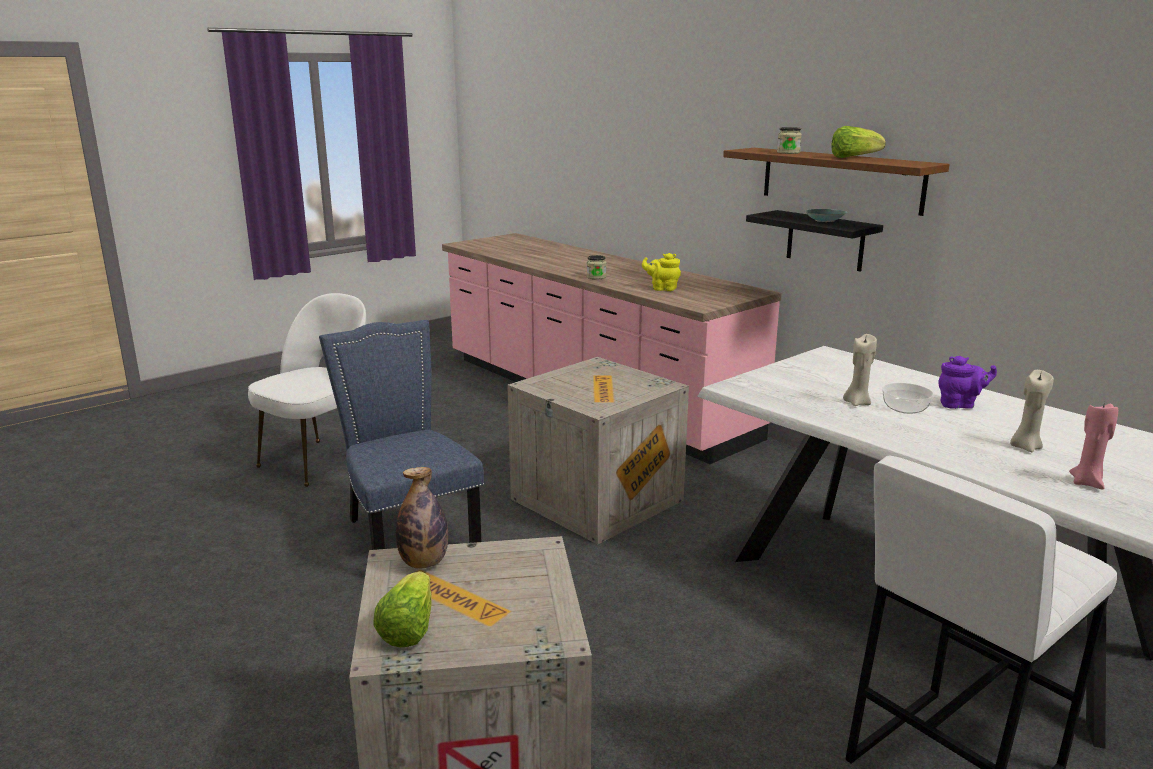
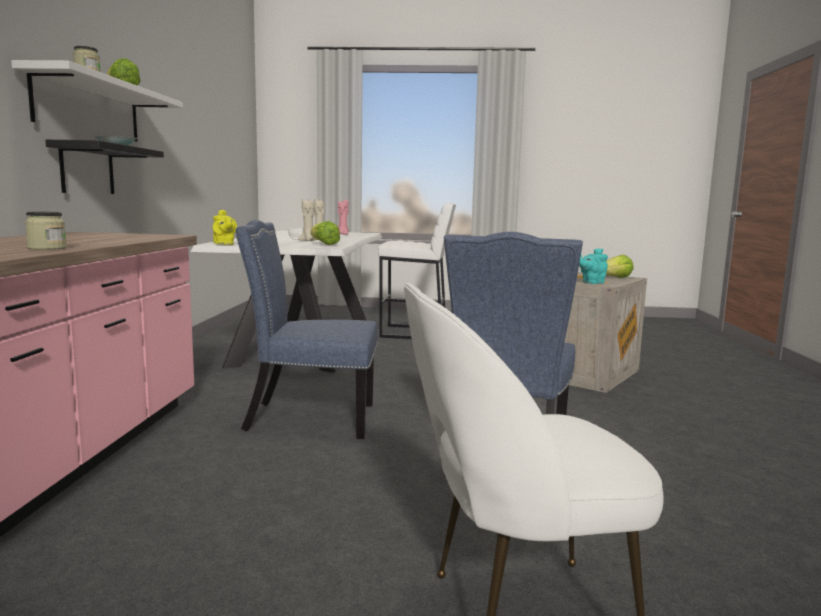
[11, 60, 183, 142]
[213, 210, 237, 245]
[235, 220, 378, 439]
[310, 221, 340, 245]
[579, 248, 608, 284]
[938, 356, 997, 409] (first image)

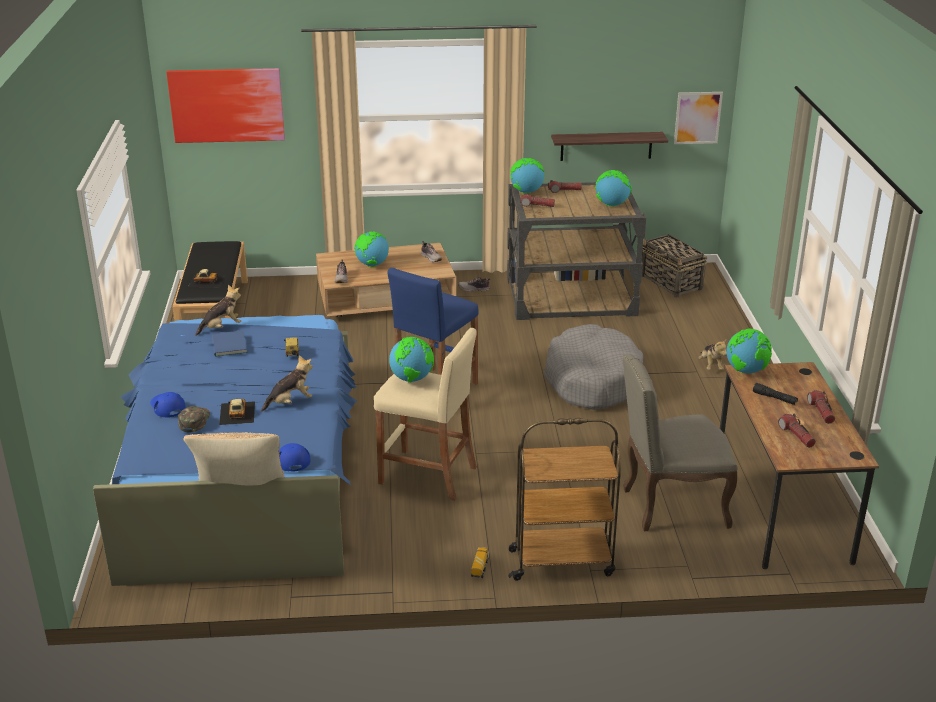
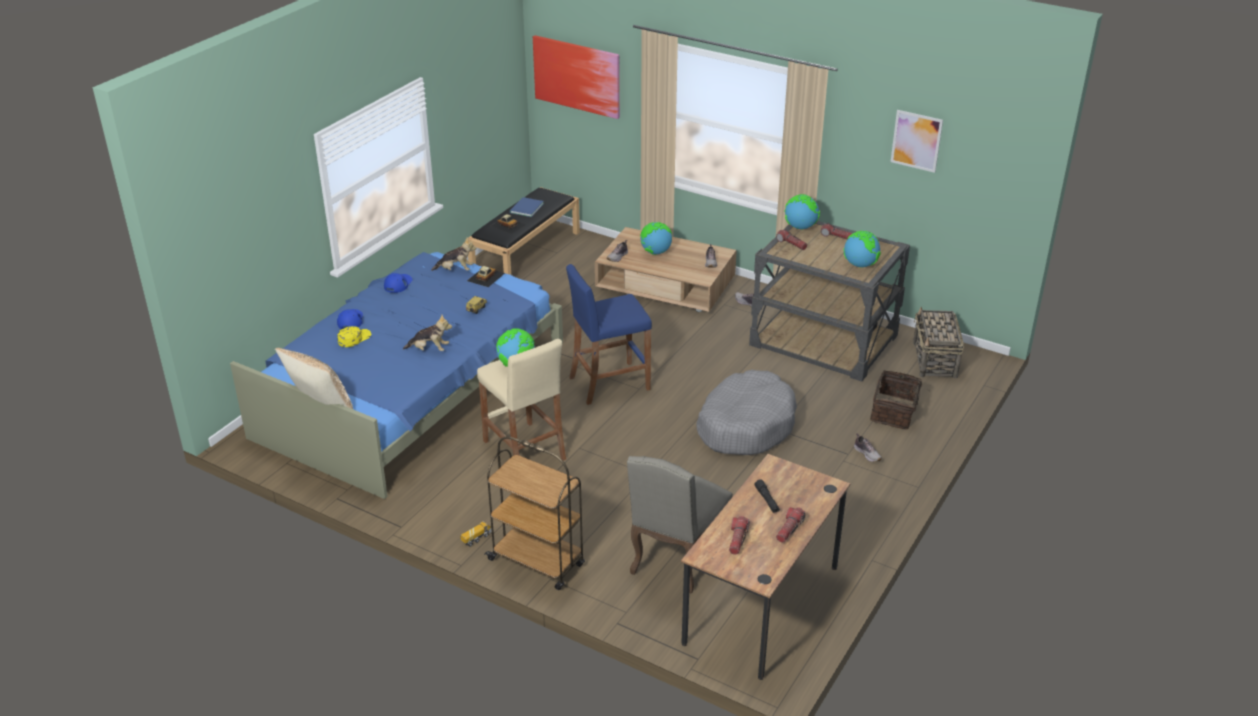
[338, 326, 371, 347]
[384, 273, 412, 293]
[467, 266, 505, 287]
[510, 197, 544, 217]
[627, 456, 733, 593]
[854, 433, 882, 462]
[870, 370, 932, 430]
[891, 110, 943, 173]
[551, 132, 668, 161] (first image)
[726, 329, 772, 374] (first image)

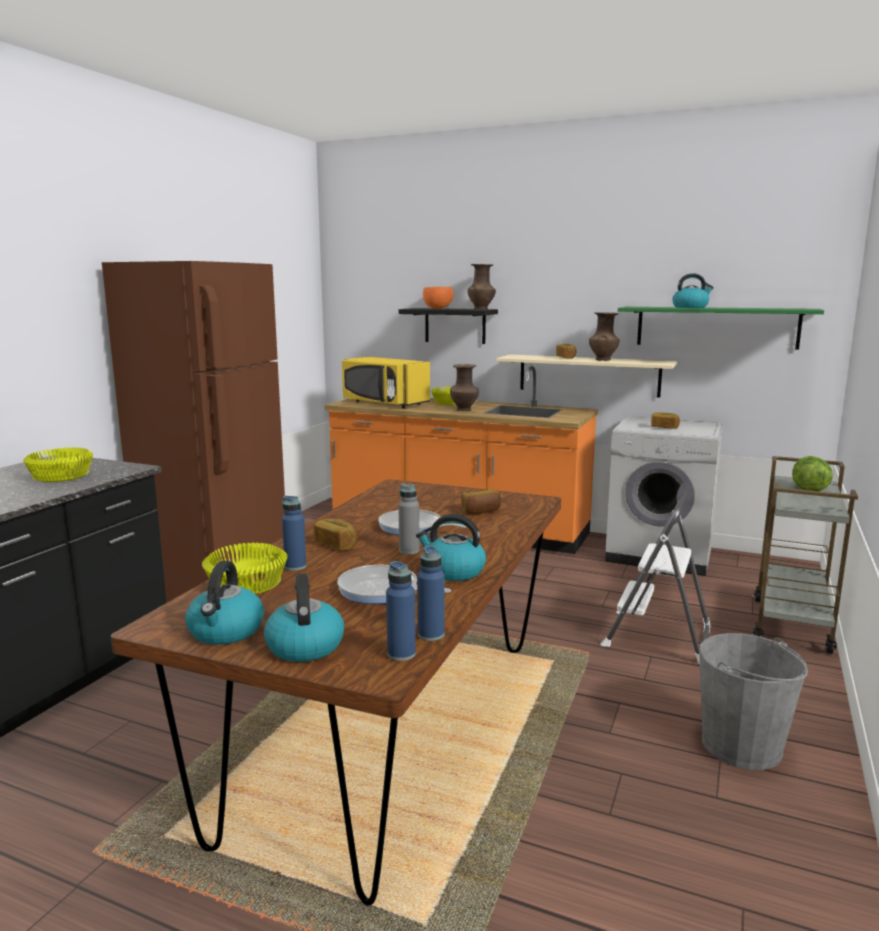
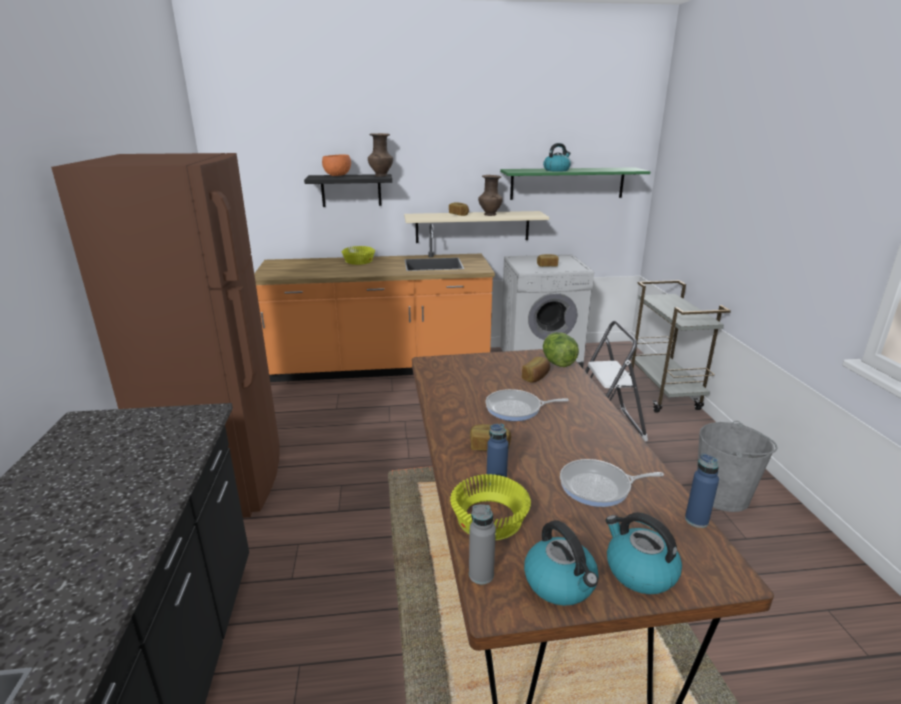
[469, 504, 496, 584]
[543, 332, 579, 367]
[23, 447, 93, 482] (first image)
[342, 357, 430, 408] (first image)
[386, 561, 416, 661] (first image)
[416, 514, 486, 581] (first image)
[450, 364, 479, 411] (first image)

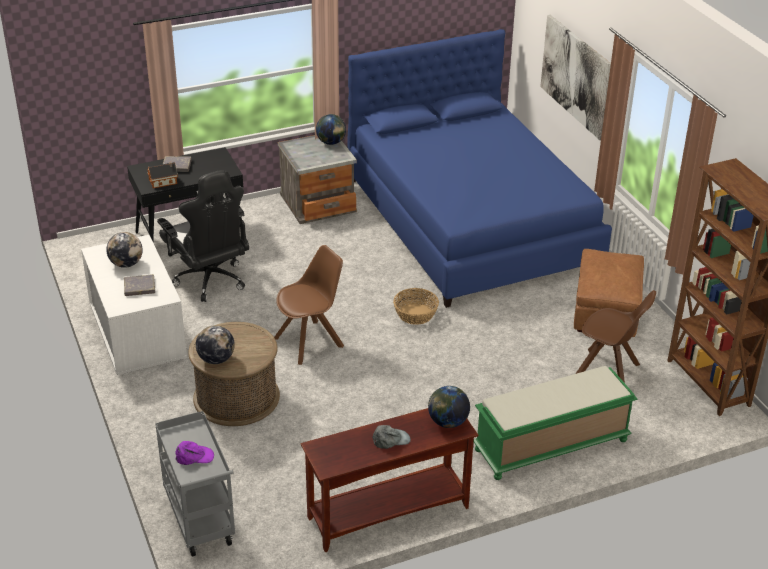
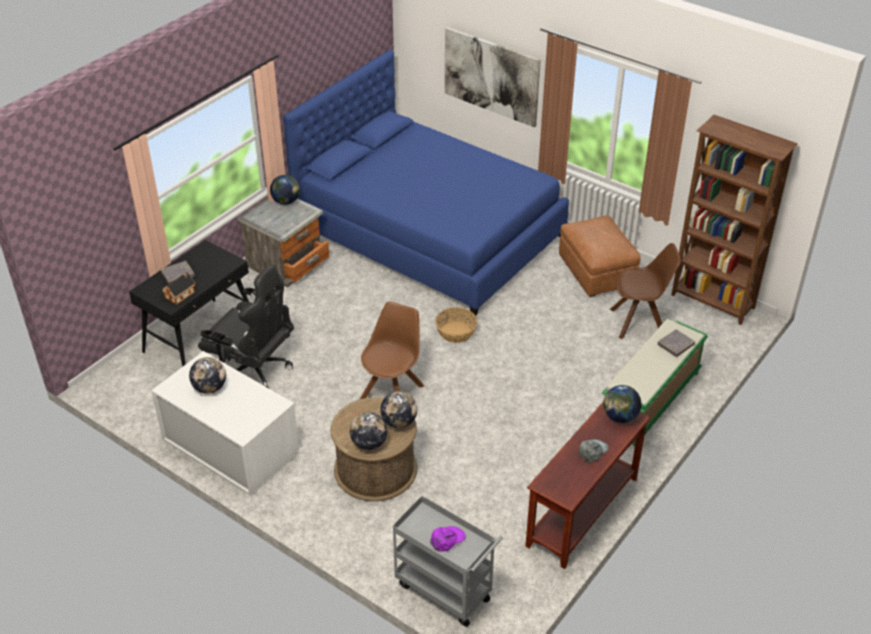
[380, 391, 417, 428]
[657, 329, 695, 357]

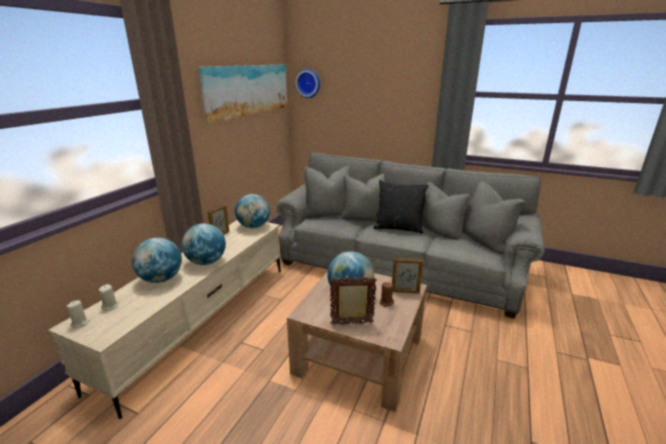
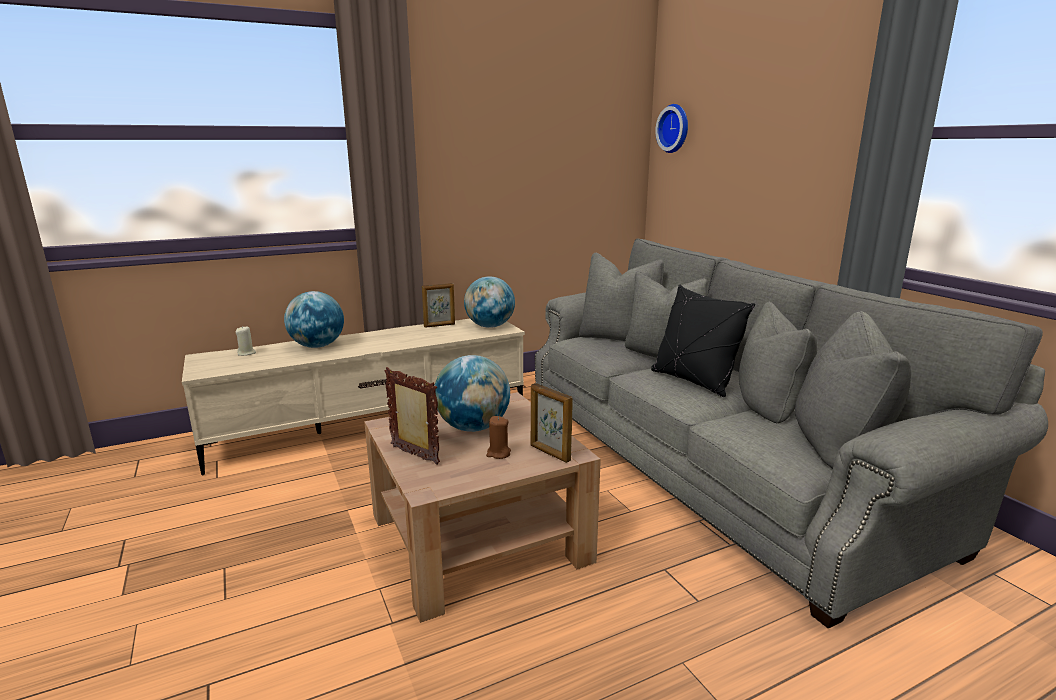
[66, 300, 91, 328] (first image)
[182, 223, 226, 265] (first image)
[198, 64, 287, 124] (first image)

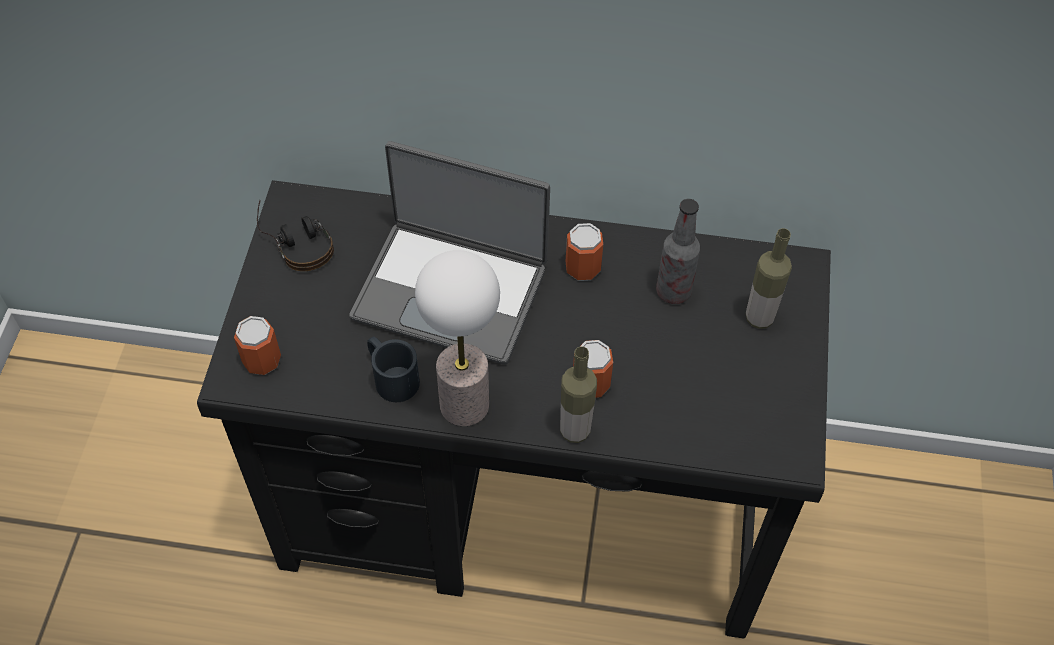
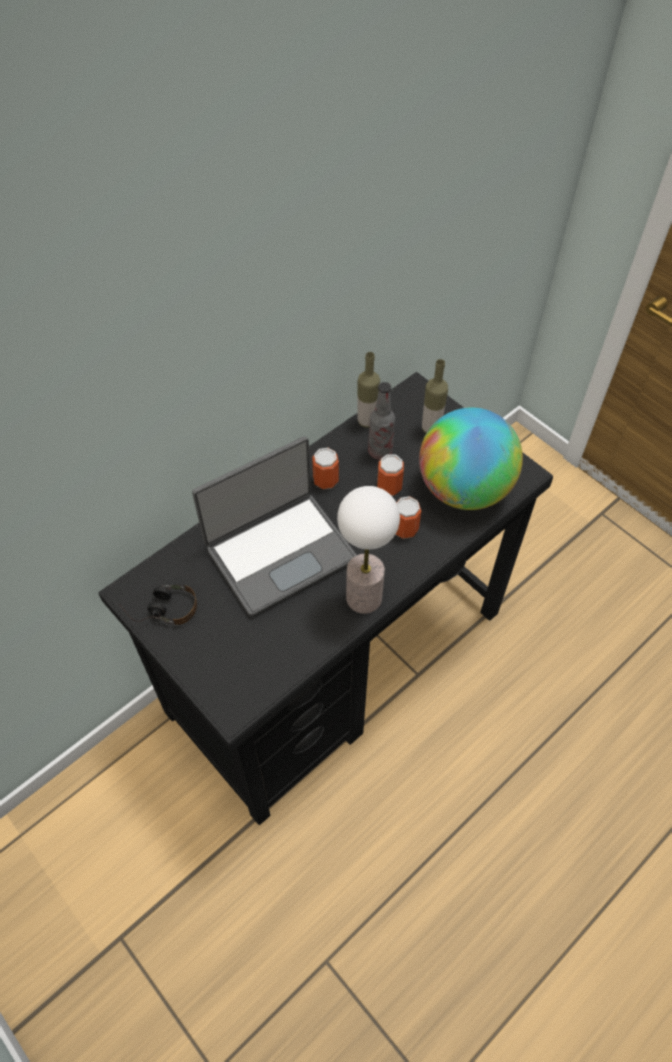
[357, 352, 380, 428]
[377, 454, 404, 496]
[419, 407, 523, 510]
[367, 337, 420, 402] (first image)

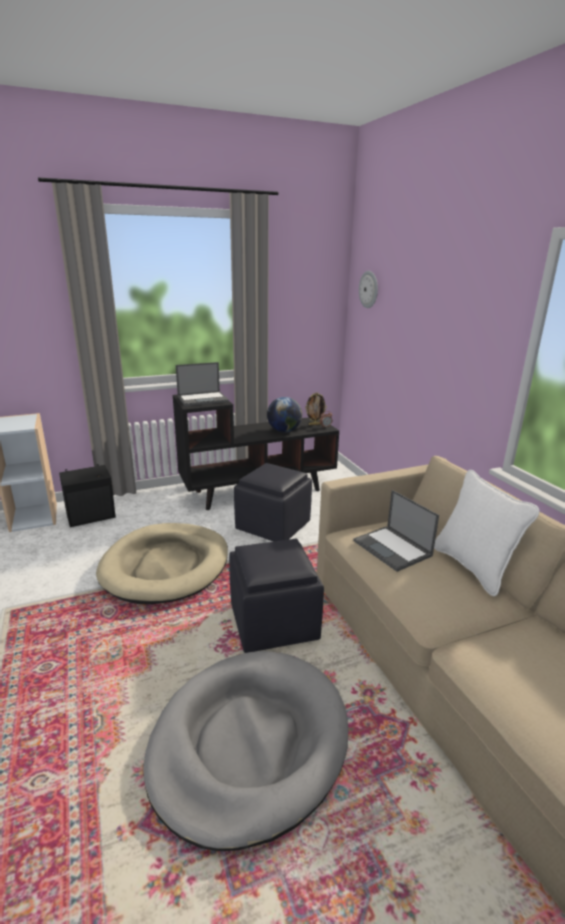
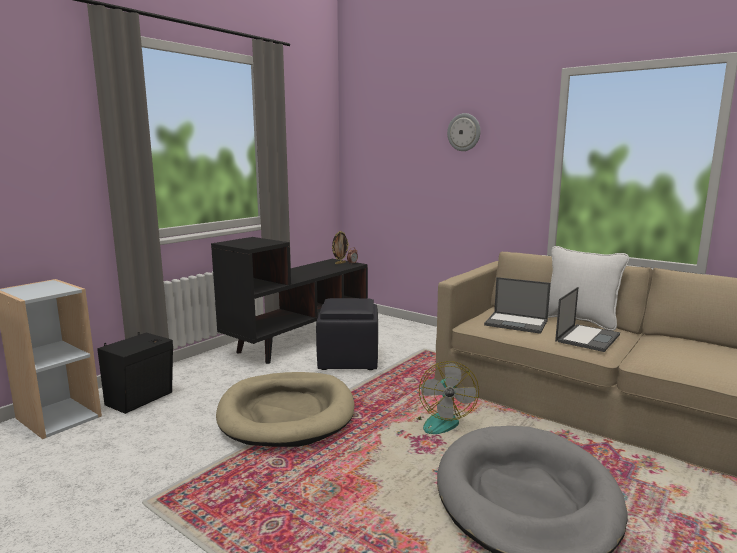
[417, 361, 479, 434]
[447, 113, 481, 151]
[555, 287, 620, 352]
[267, 397, 302, 432] (first image)

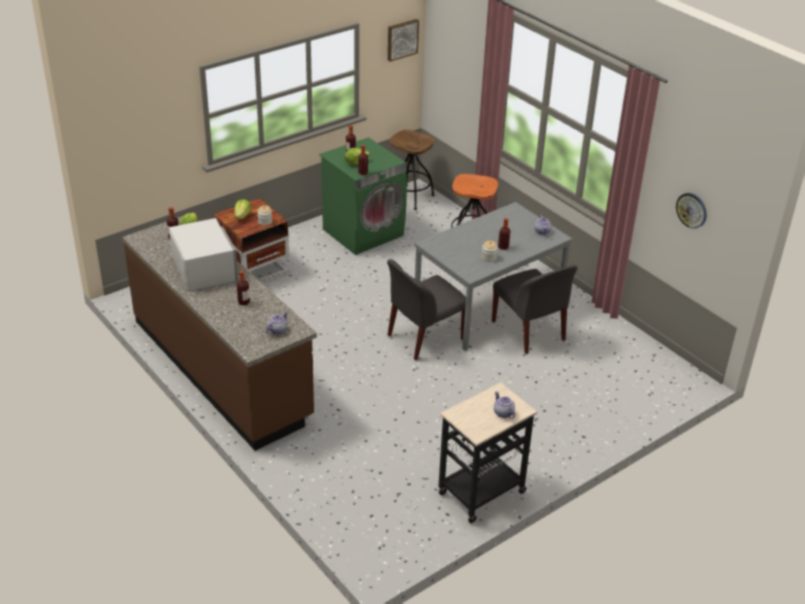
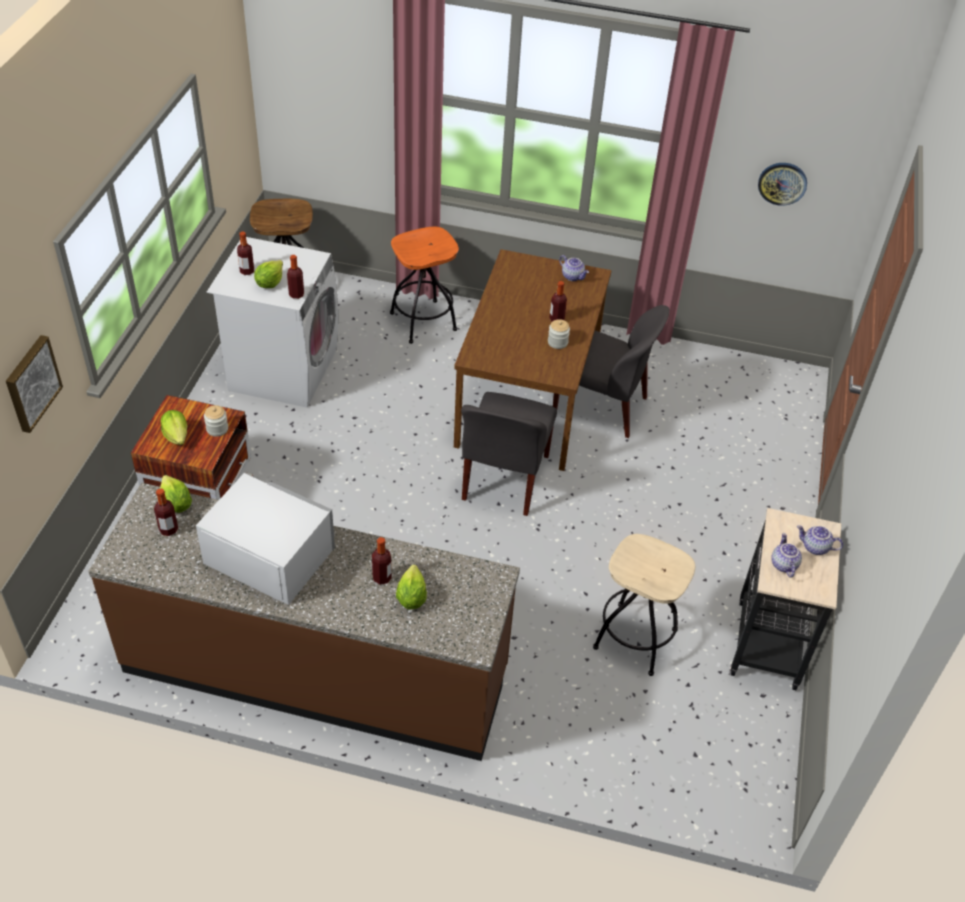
[6, 335, 63, 433]
[207, 237, 338, 408]
[396, 565, 427, 609]
[454, 249, 611, 471]
[593, 534, 695, 676]
[771, 533, 802, 578]

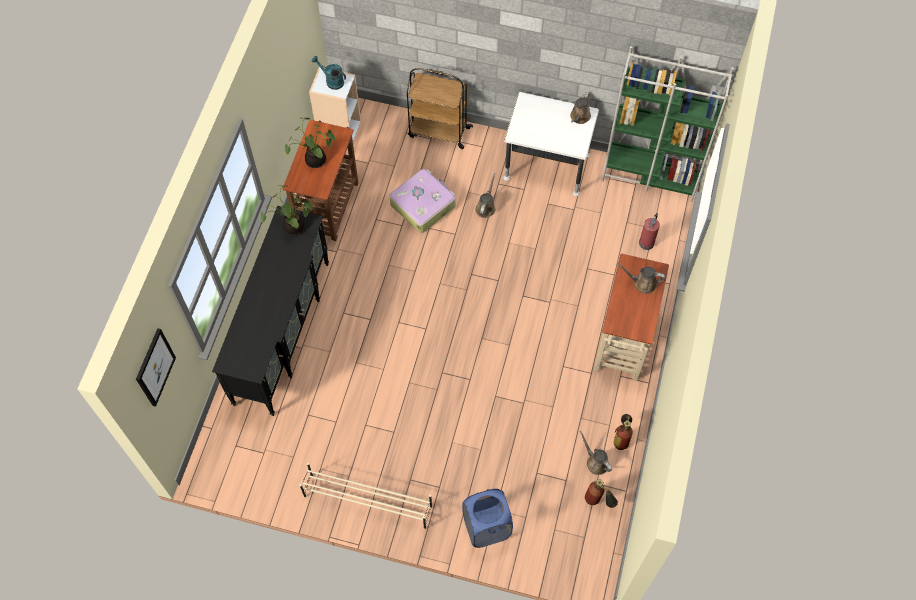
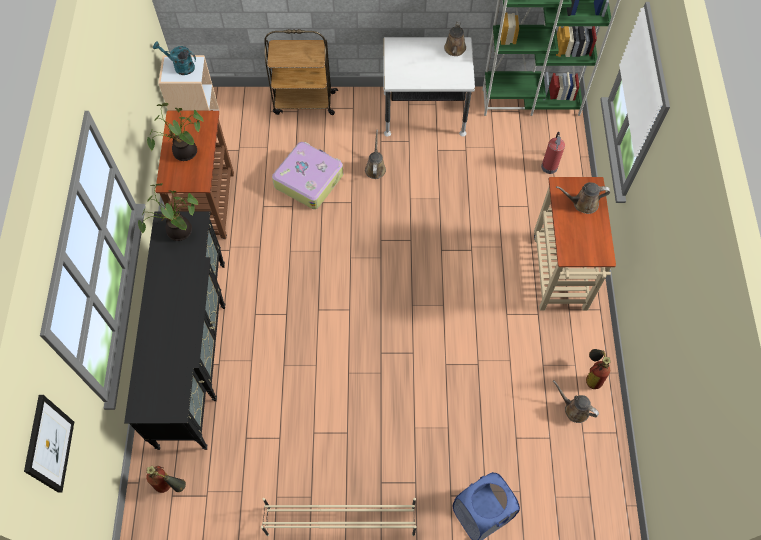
[146, 466, 186, 493]

